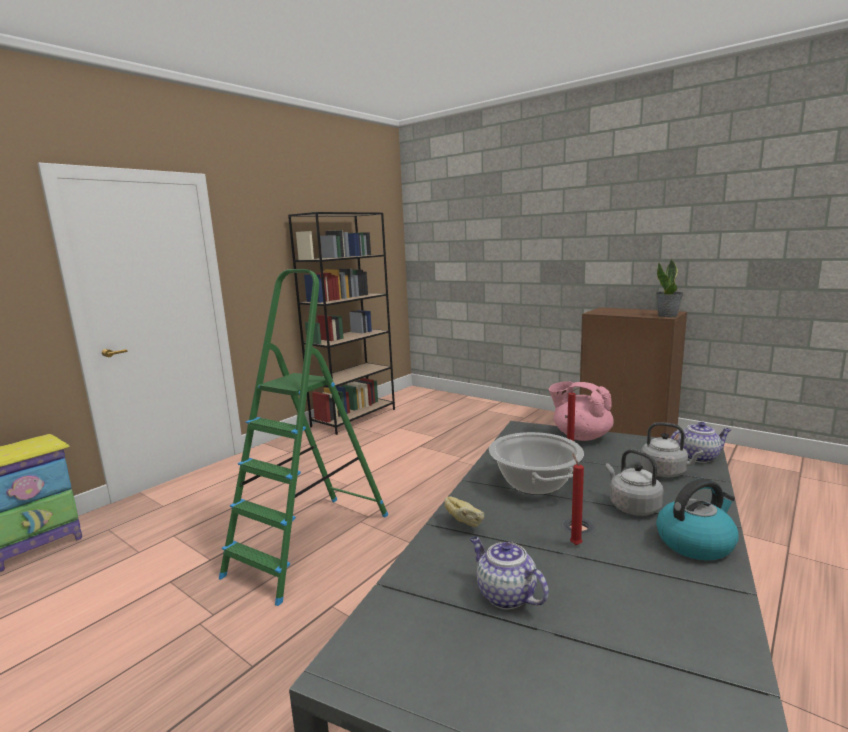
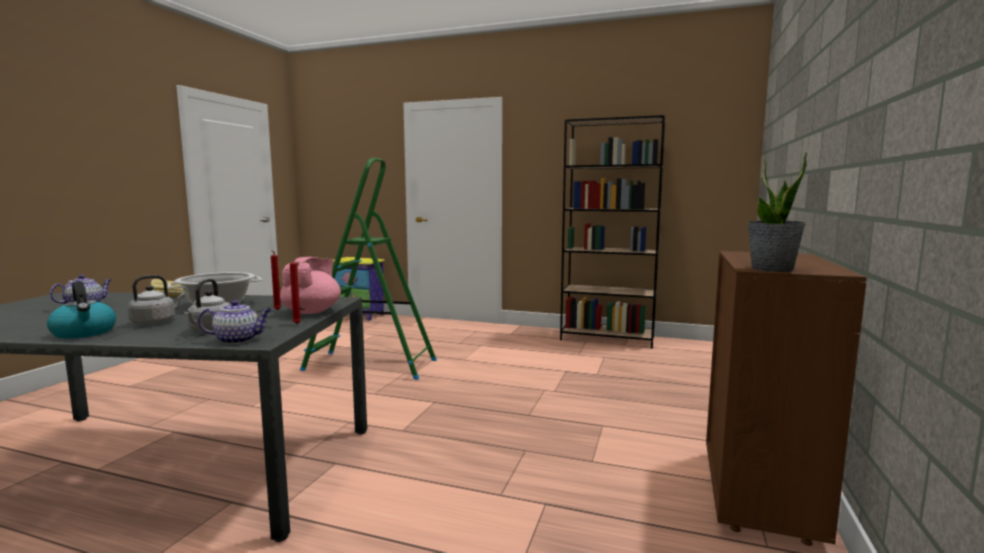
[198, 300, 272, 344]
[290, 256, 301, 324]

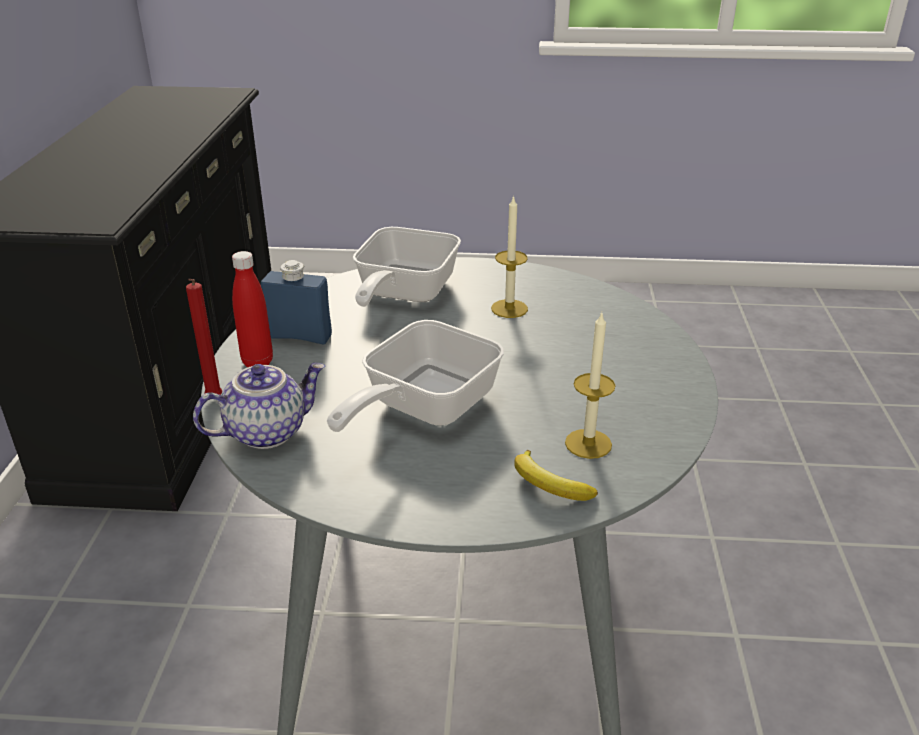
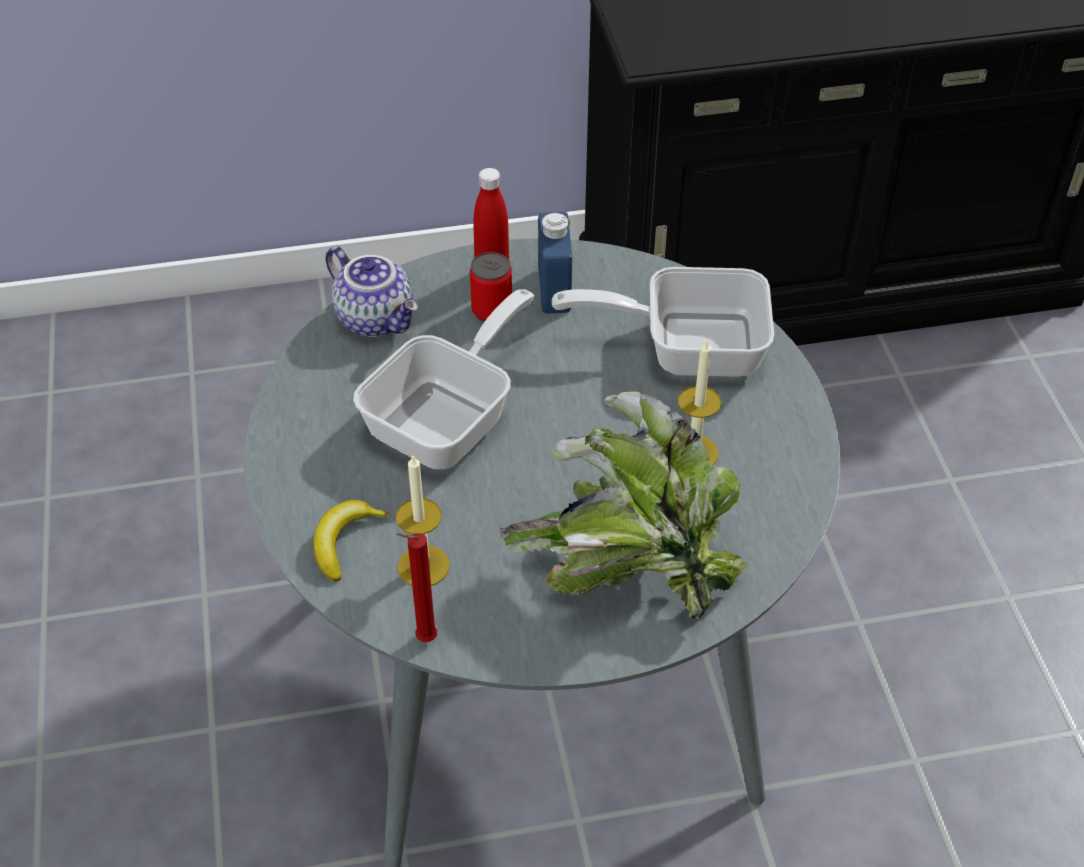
[353, 289, 534, 469]
[397, 533, 437, 642]
[470, 252, 512, 322]
[500, 392, 747, 619]

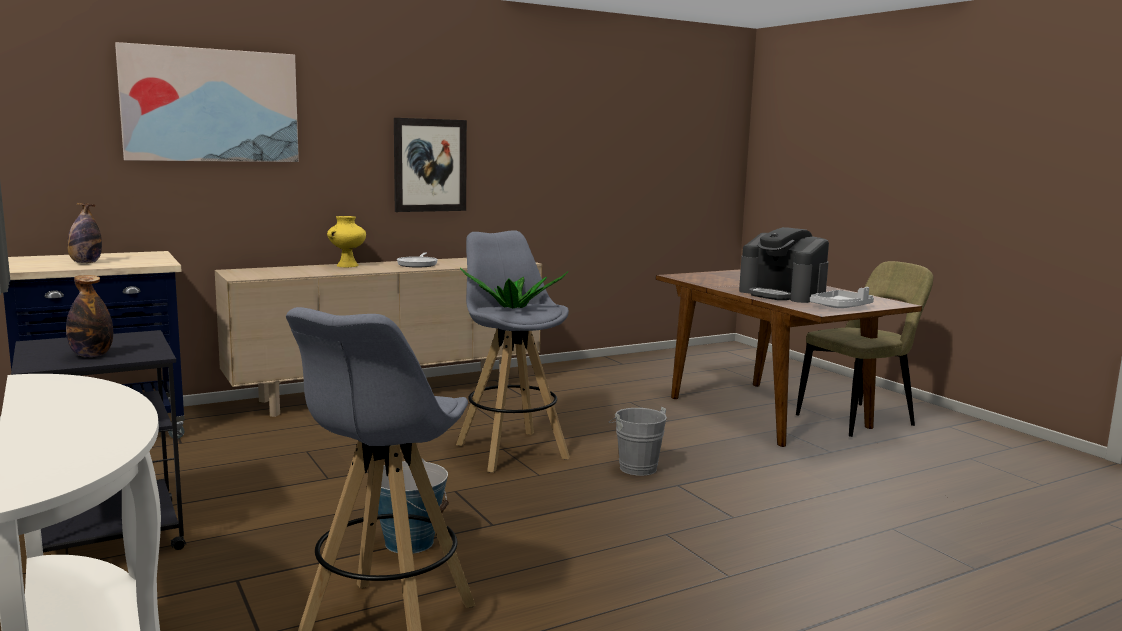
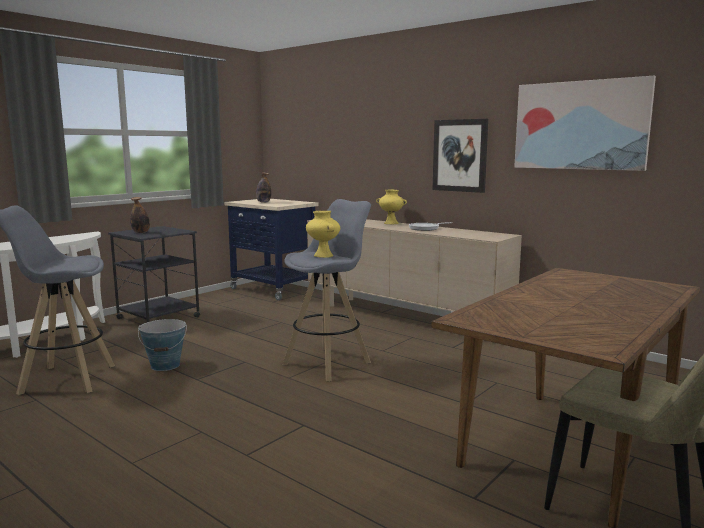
[306, 211, 340, 258]
[514, 76, 656, 171]
[609, 407, 667, 476] (first image)
[739, 227, 829, 303] (first image)
[810, 287, 874, 308] (first image)

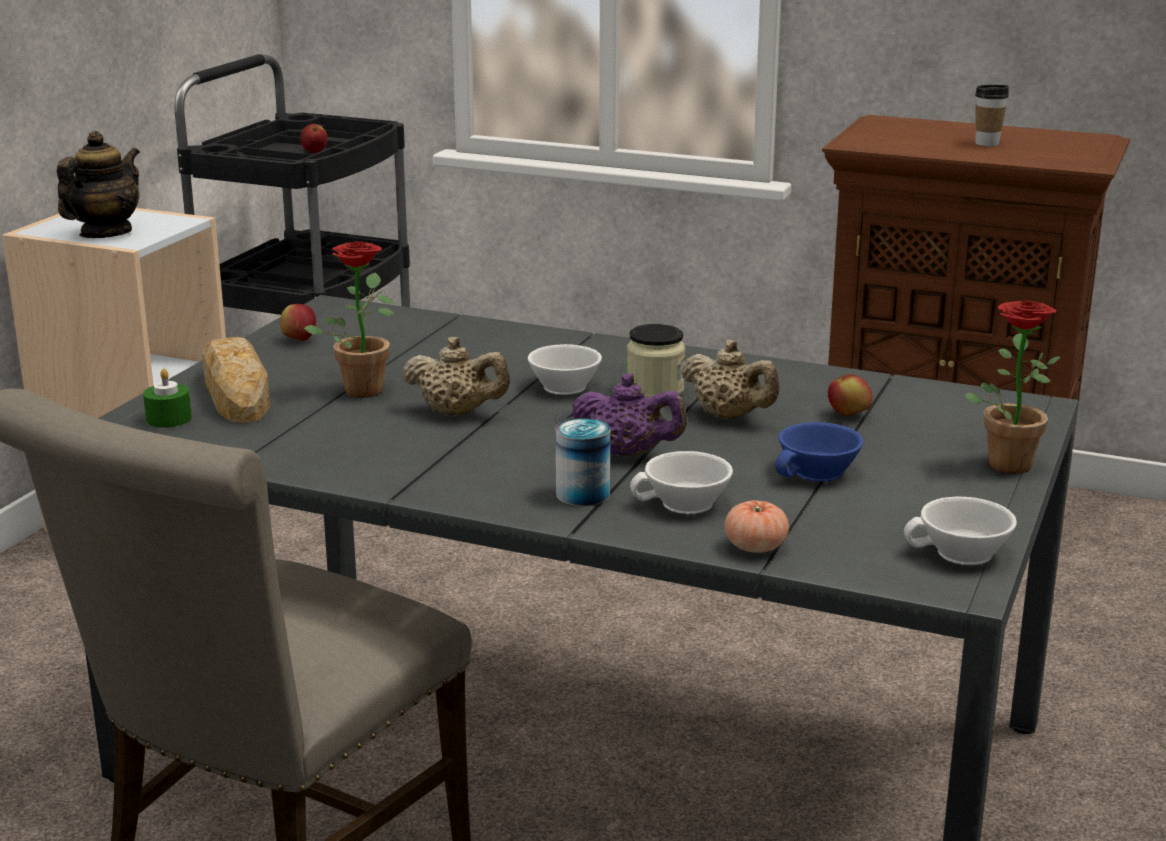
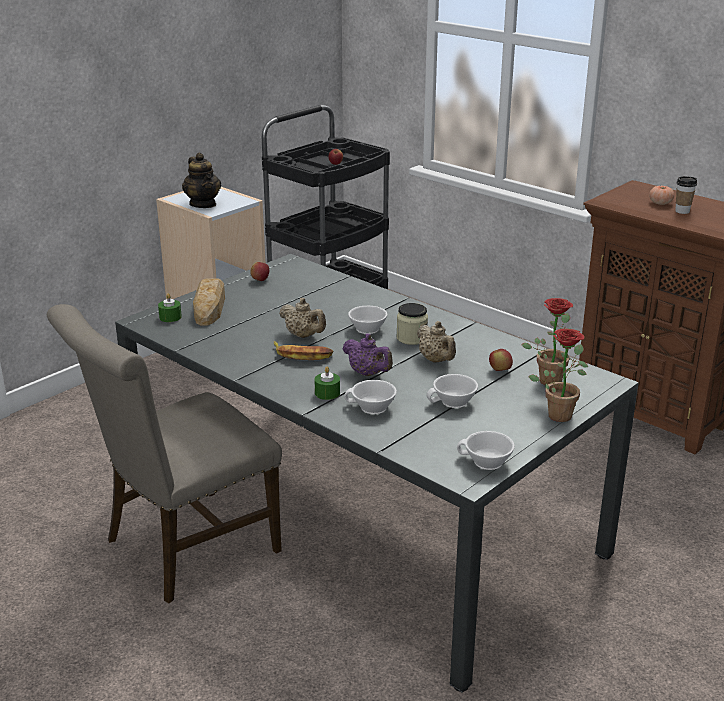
[182, 153, 221, 208]
[274, 341, 333, 360]
[315, 367, 340, 400]
[426, 374, 478, 408]
[522, 298, 573, 385]
[649, 186, 674, 205]

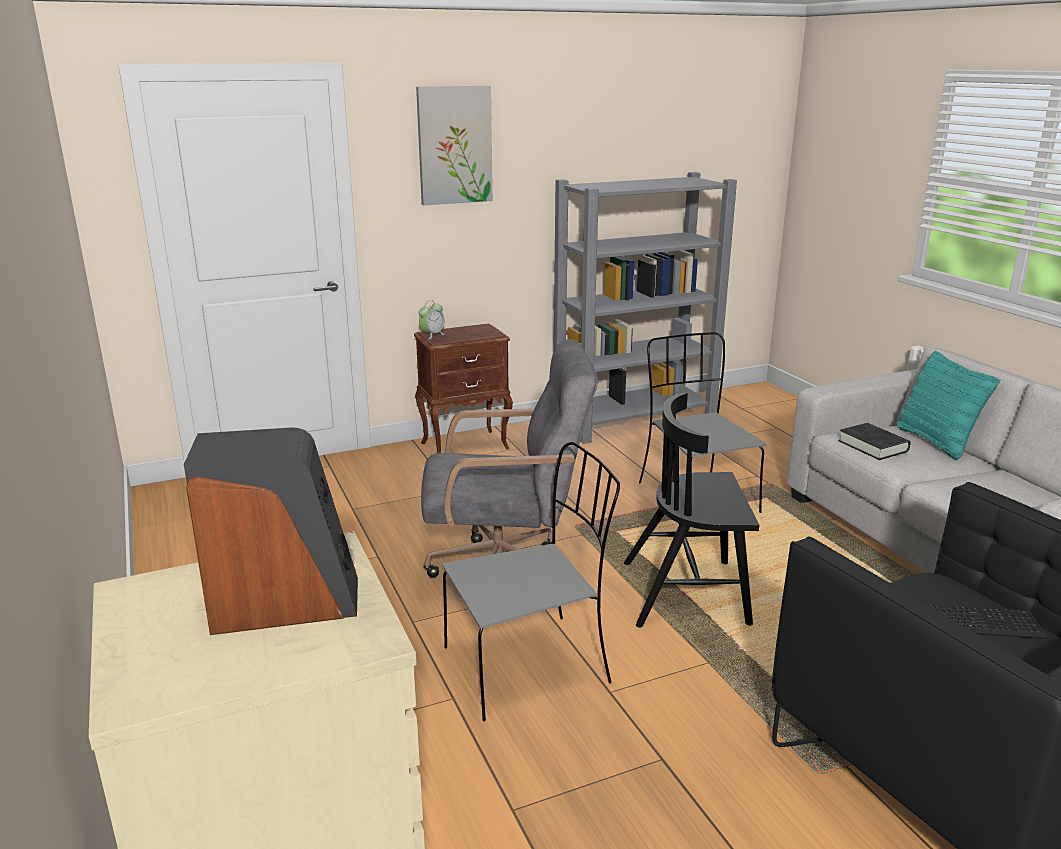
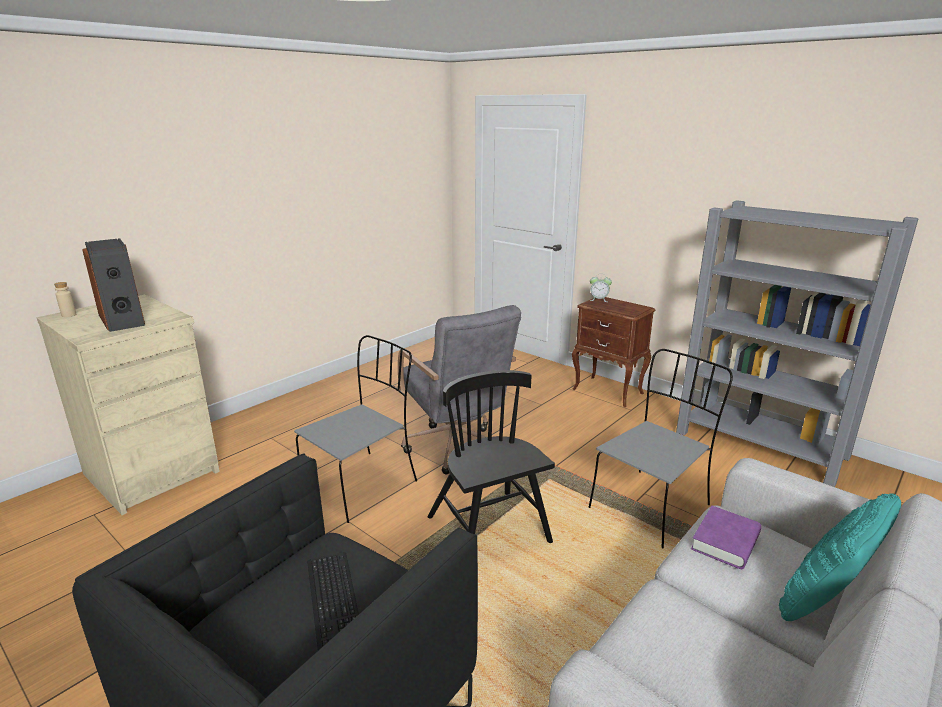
[54, 282, 76, 317]
[294, 335, 417, 523]
[691, 506, 761, 569]
[416, 86, 493, 205] (first image)

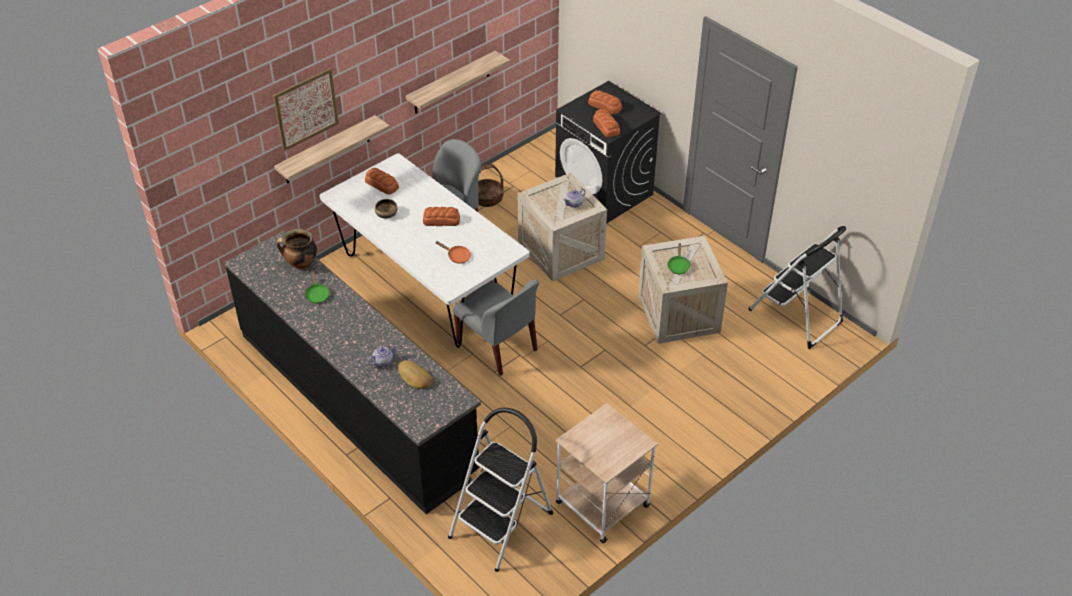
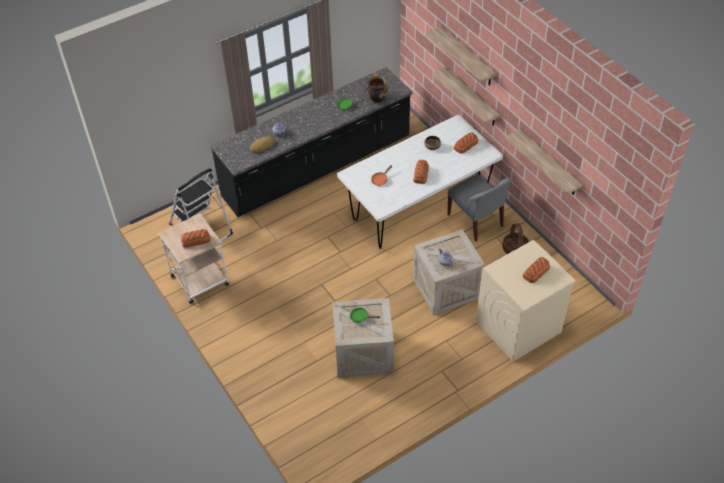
[181, 229, 210, 248]
[427, 26, 497, 86]
[476, 240, 576, 362]
[453, 279, 539, 376] (first image)
[748, 226, 846, 349] (first image)

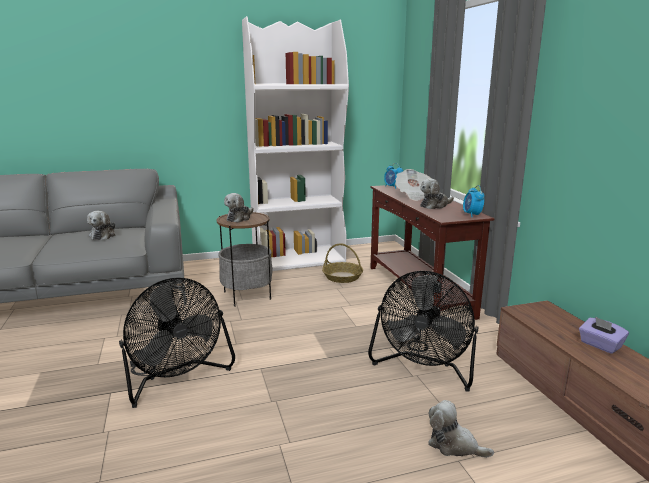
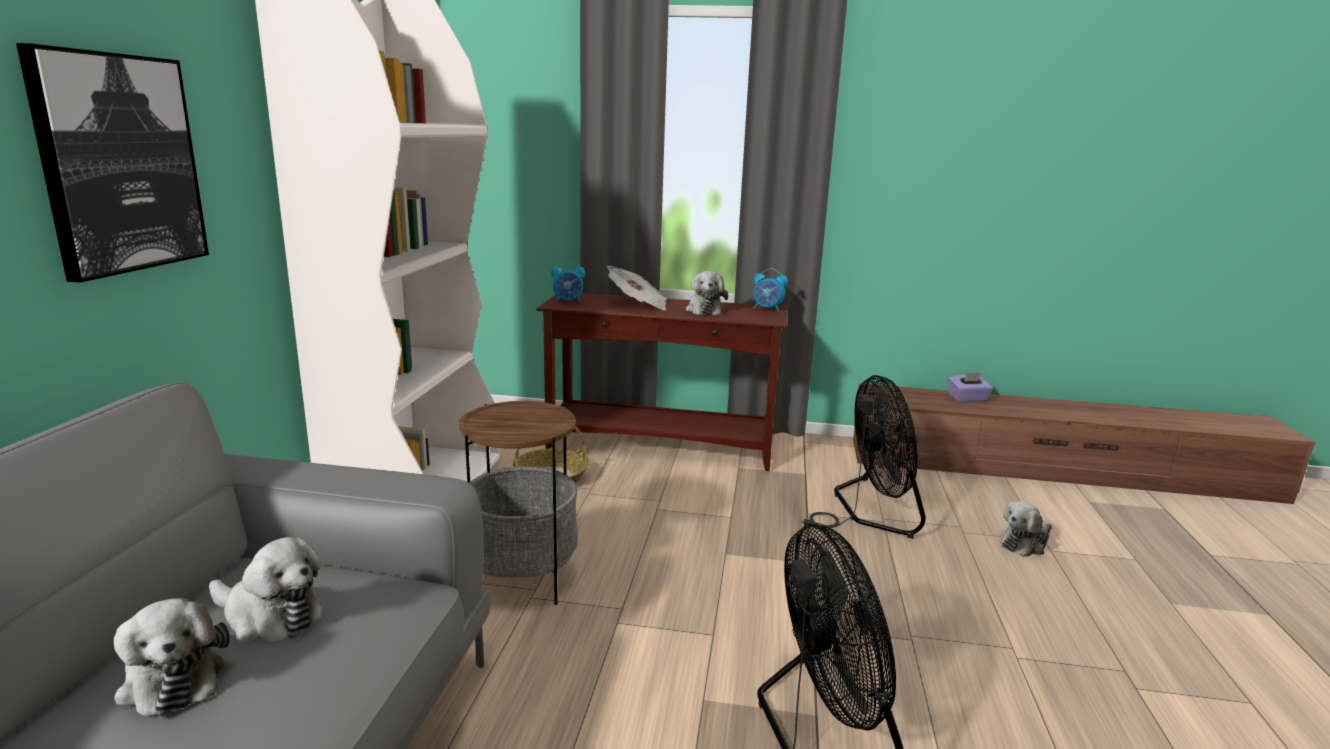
[16, 43, 209, 283]
[114, 598, 230, 716]
[801, 375, 926, 539]

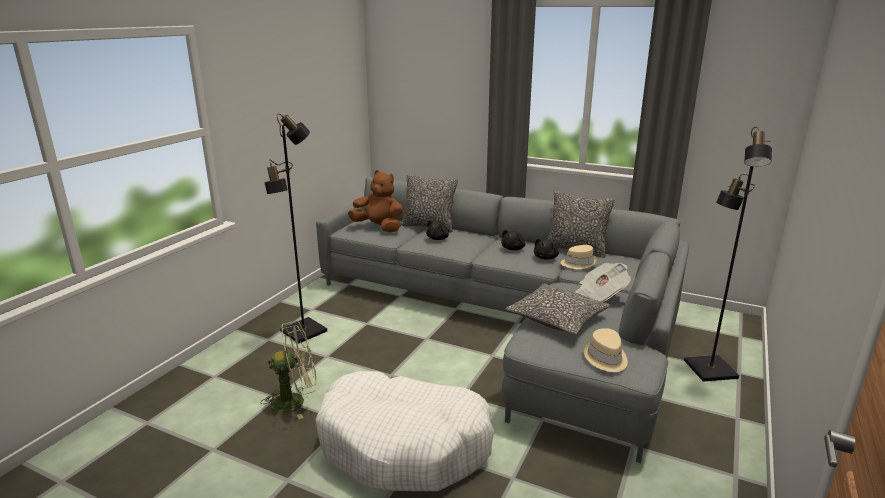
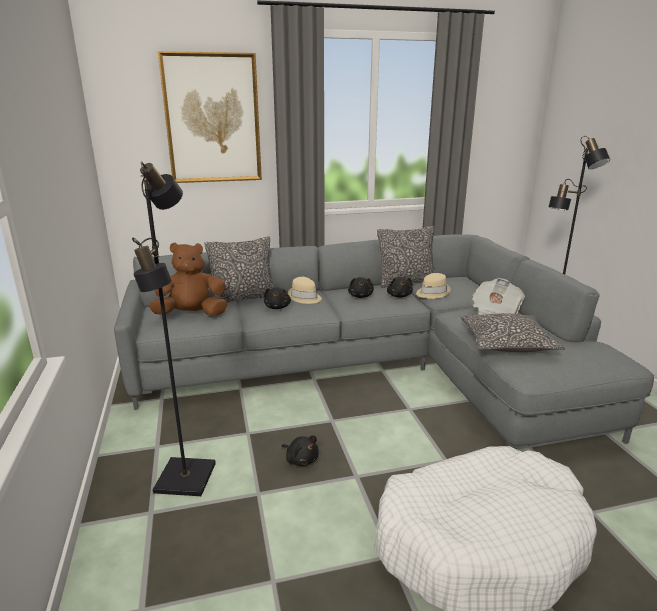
[158, 51, 262, 183]
[282, 436, 319, 466]
[288, 277, 322, 304]
[261, 321, 316, 419] (first image)

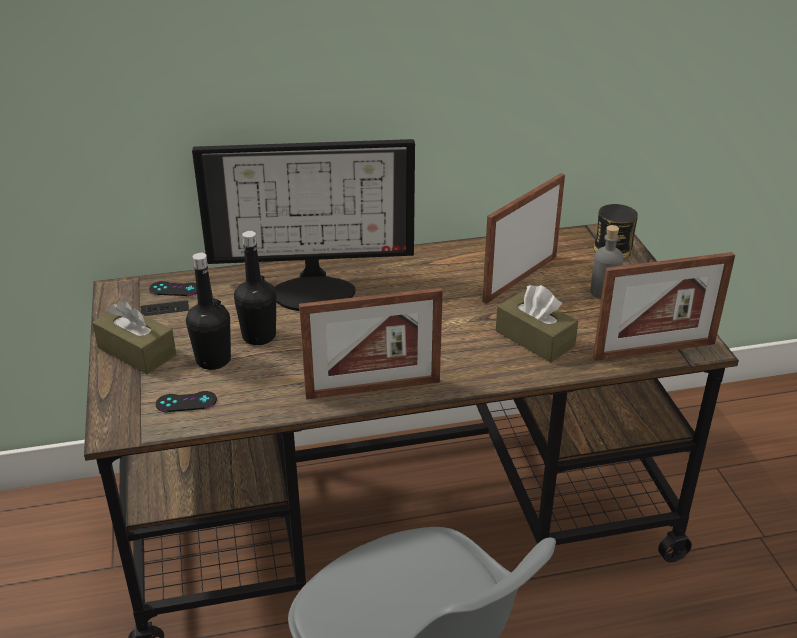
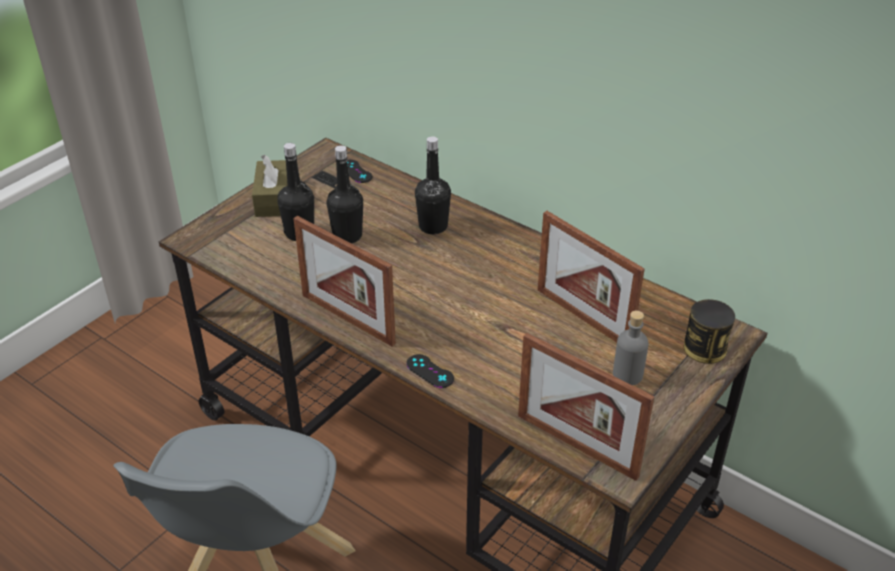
[406, 354, 454, 388]
[415, 136, 451, 234]
[538, 211, 644, 343]
[496, 285, 578, 363] (first image)

